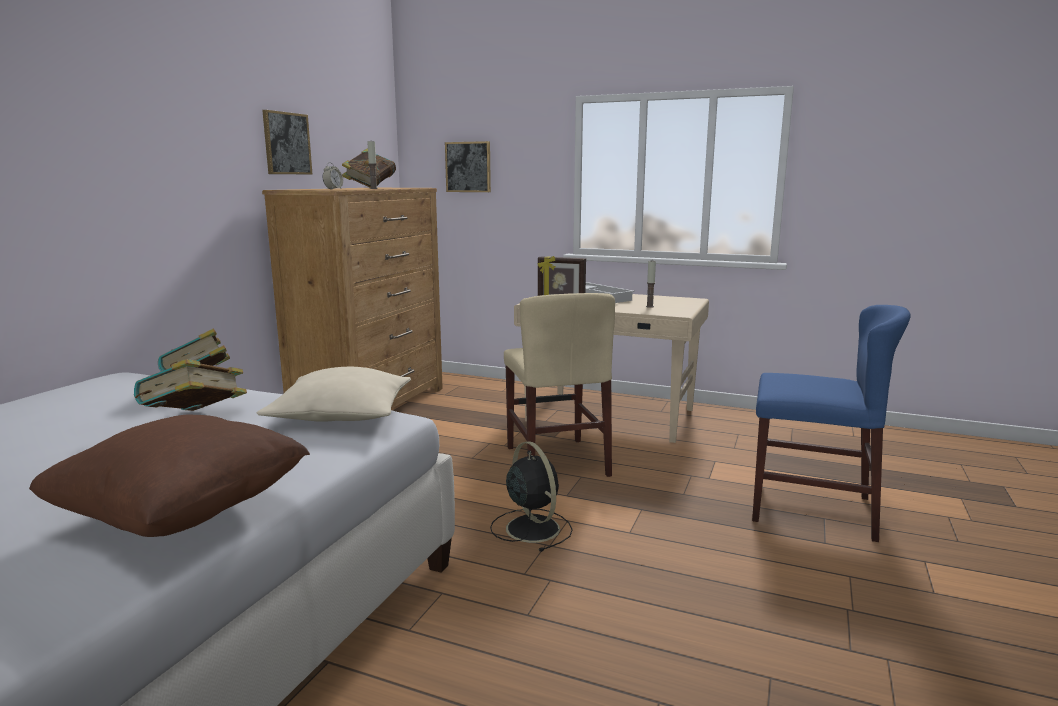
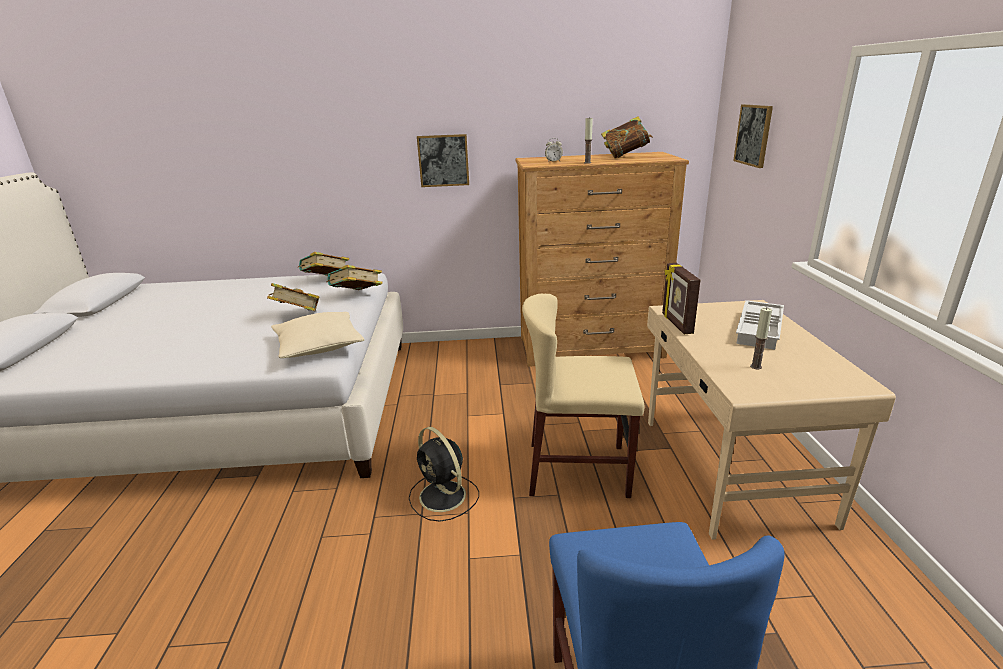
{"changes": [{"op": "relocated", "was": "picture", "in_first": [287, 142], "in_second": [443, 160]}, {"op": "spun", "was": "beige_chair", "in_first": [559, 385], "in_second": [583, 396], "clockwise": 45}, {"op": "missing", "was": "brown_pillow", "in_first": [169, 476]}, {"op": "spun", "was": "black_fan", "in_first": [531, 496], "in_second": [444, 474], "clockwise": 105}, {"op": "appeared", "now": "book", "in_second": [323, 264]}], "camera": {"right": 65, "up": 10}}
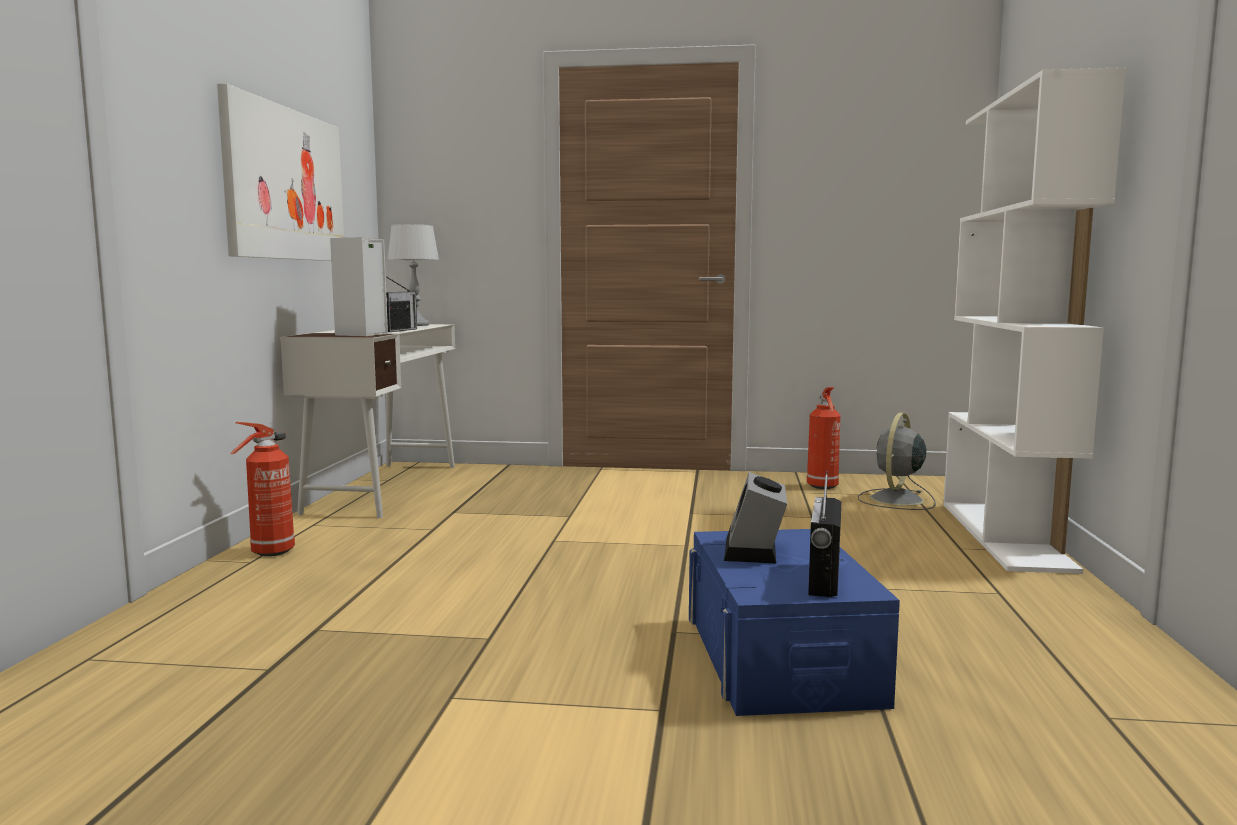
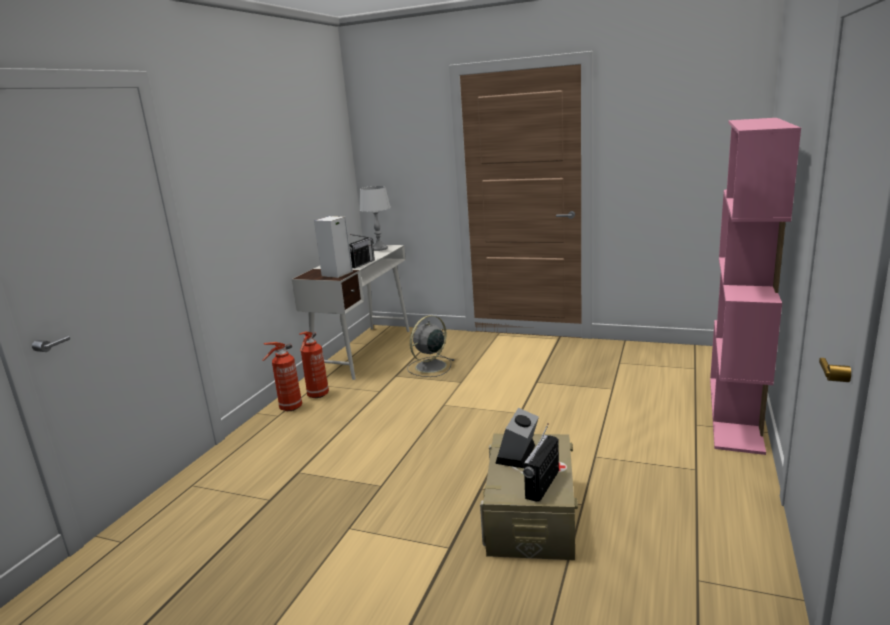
{"changes": [{"op": "colour", "was": "white_bookcase", "now": "pink_bookcase", "in_first": [1034, 320], "in_second": [755, 286]}, {"op": "missing", "was": "picture", "in_first": [280, 172]}, {"op": "relocated", "was": "fire_extinguisher", "in_first": [823, 438], "in_second": [314, 365]}, {"op": "relocated", "was": "grey_fan", "in_first": [897, 461], "in_second": [430, 346]}, {"op": "colour", "was": "blue_storage_box", "now": "beige_storage_box", "in_first": [794, 622], "in_second": [529, 497]}], "camera": {"right": 15, "up": 10}}
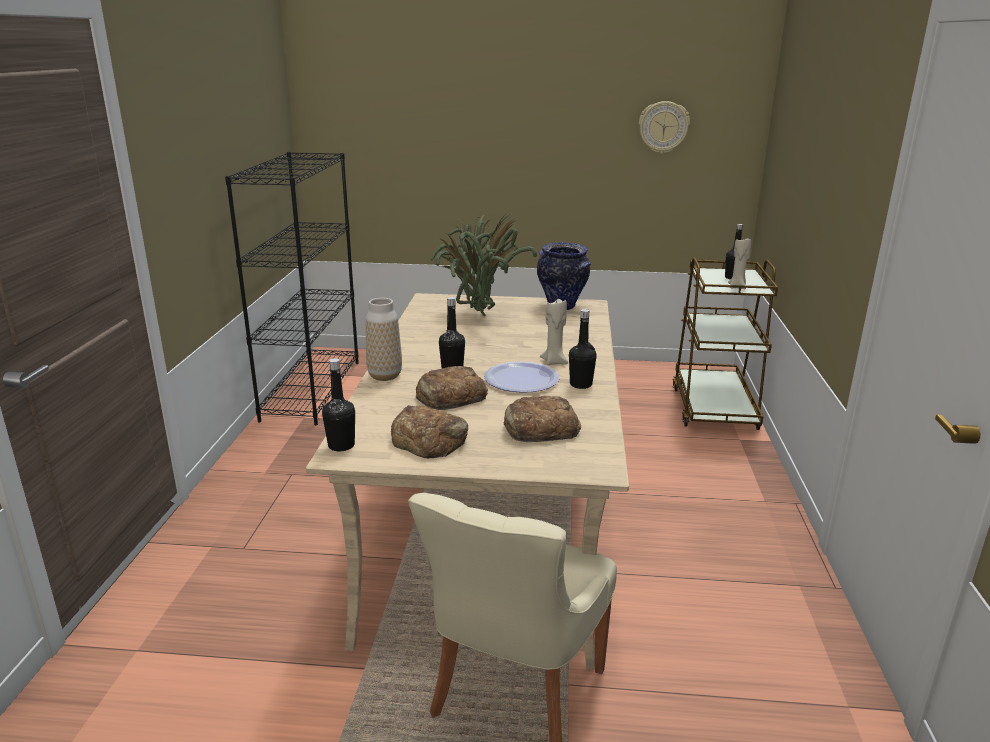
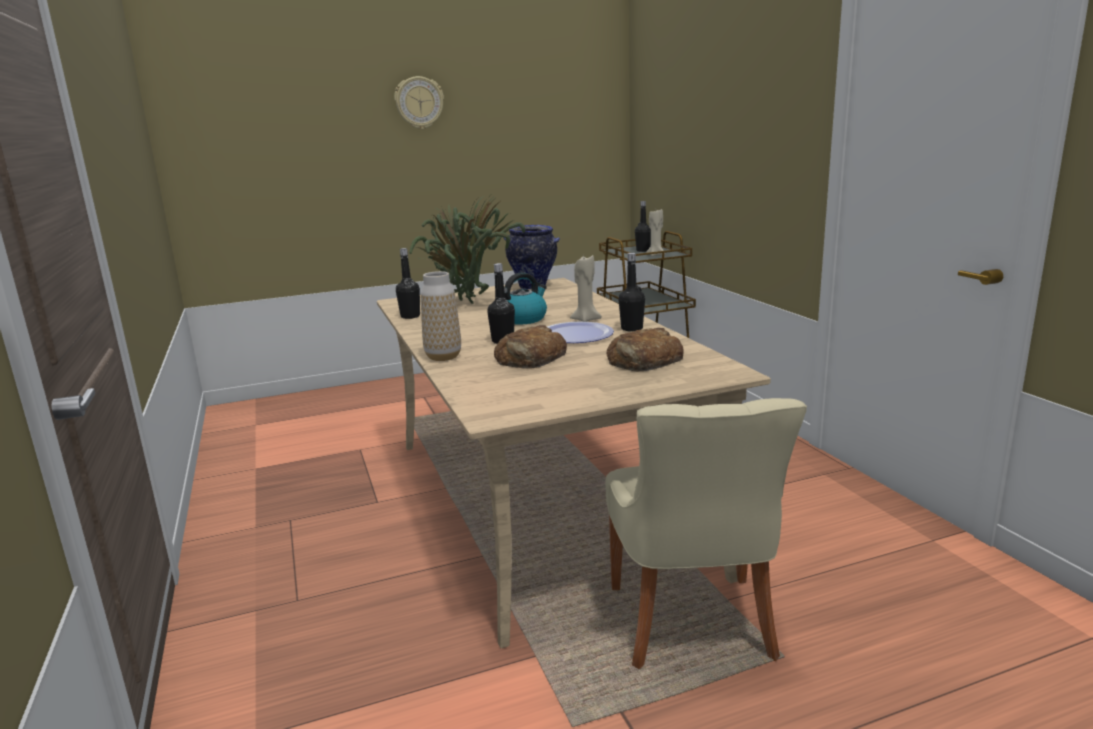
{"changes": [{"op": "relocated", "was": "wall_clock", "in_first": [664, 127], "in_second": [419, 102]}, {"op": "missing", "was": "black_bookcase", "in_first": [292, 288]}, {"op": "relocated", "was": "black_bottle", "in_first": [338, 404], "in_second": [408, 283]}, {"op": "missing", "was": "bread", "in_first": [429, 431]}, {"op": "appeared", "now": "kettle", "in_second": [525, 298]}], "camera": {"right": -25, "up": -5}}
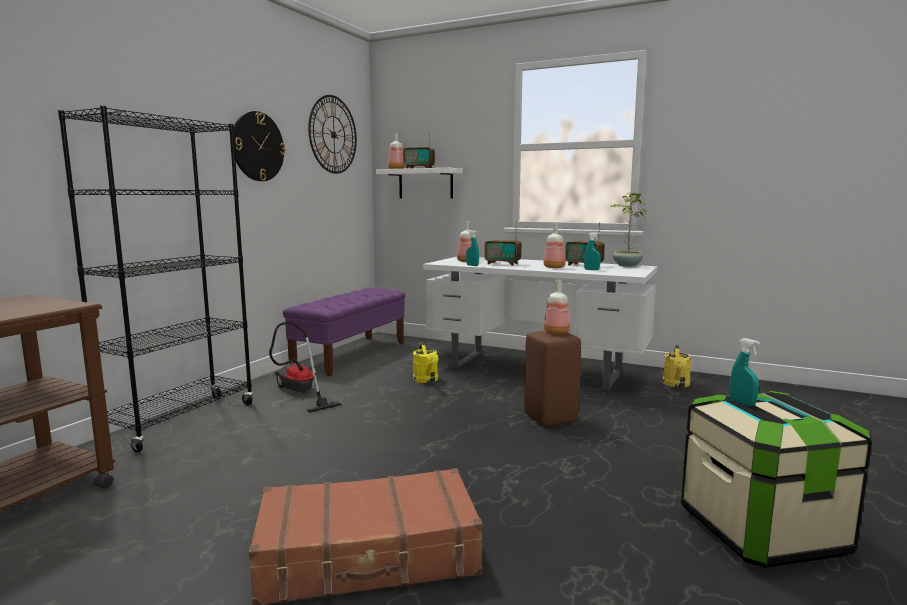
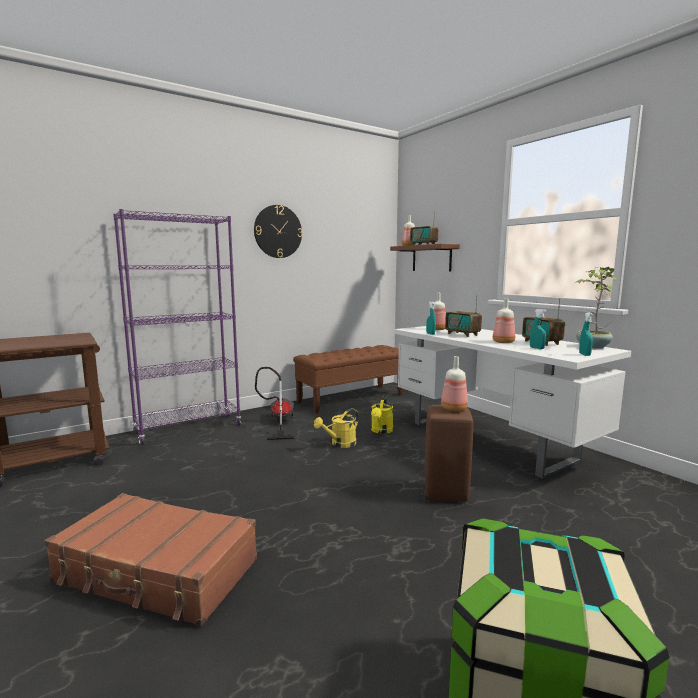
{"changes": [{"op": "missing", "was": "wall_clock", "in_first": [332, 134]}, {"op": "colour", "was": "black_bookcase", "now": "purple_bookcase", "in_first": [155, 279], "in_second": [177, 327]}, {"op": "colour", "was": "white_shelf", "now": "brown_shelf", "in_first": [419, 183], "in_second": [425, 258]}, {"op": "colour", "was": "purple_bench", "now": "brown_bench", "in_first": [344, 332], "in_second": [348, 379]}, {"op": "relocated", "was": "turquoise_spray_bottle", "in_first": [745, 372], "in_second": [586, 334]}, {"op": "relocated", "was": "yellow_watering_can", "in_first": [677, 366], "in_second": [336, 428]}], "camera": {"right": 30, "up": 0}}
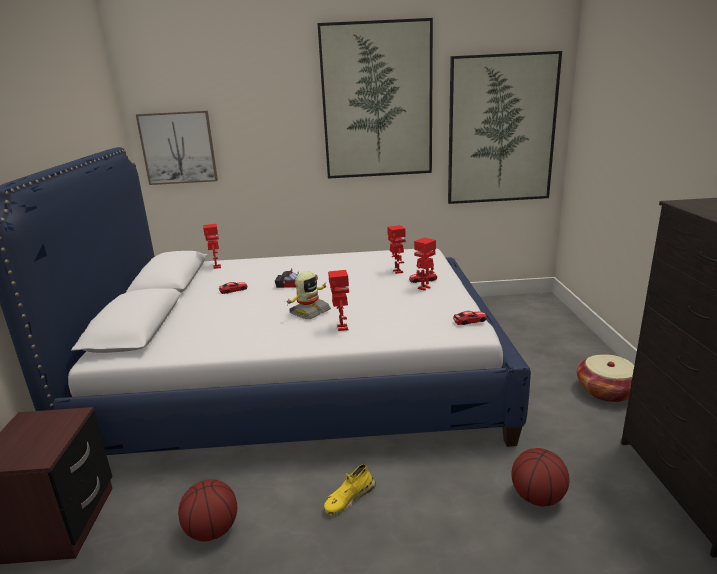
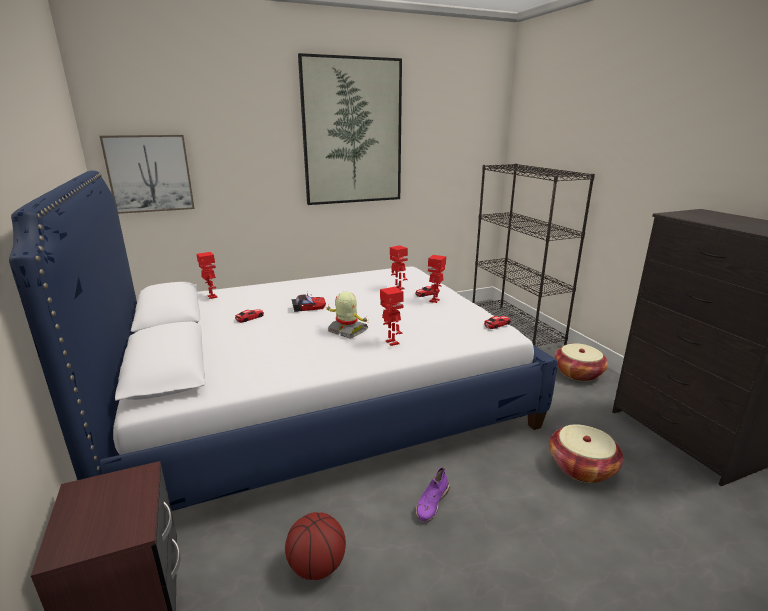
{"changes": [{"op": "missing", "was": "picture", "in_first": [505, 127]}, {"op": "spun", "was": "toy_robot", "in_first": [308, 295], "in_second": [347, 315], "clockwise": -75}, {"op": "exchanged", "was": "basketball", "now": "basket", "in_first": [540, 477], "in_second": [586, 453]}, {"op": "colour", "was": "yellow_shoe", "now": "purple_shoe", "in_first": [350, 489], "in_second": [432, 495]}, {"op": "appeared", "now": "black_bookcase", "in_second": [534, 255]}], "camera": {"right": -20, "up": 0}}
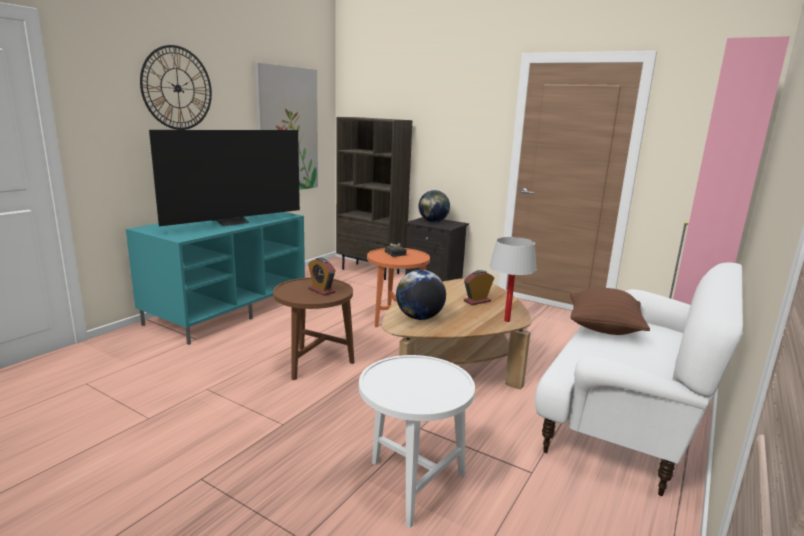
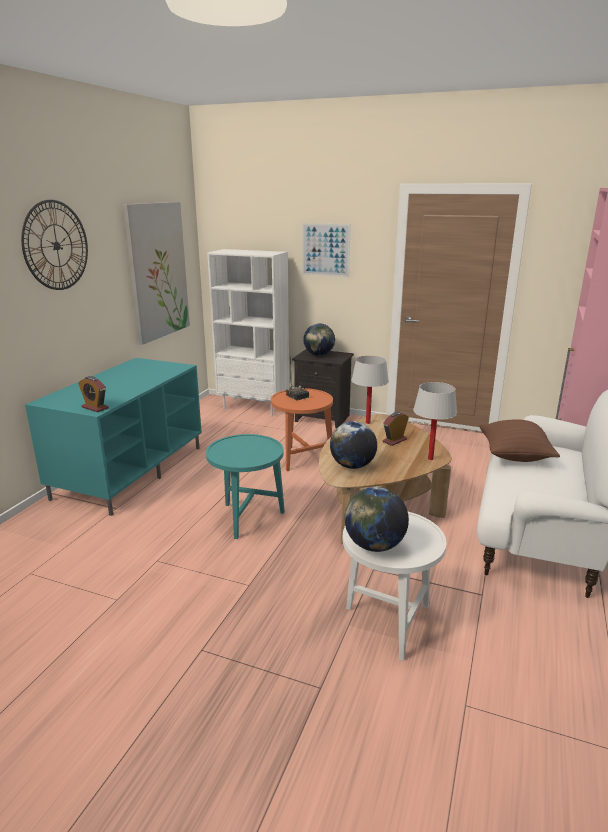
{"changes": [{"op": "colour", "was": "brown_bookcase", "now": "white_bookcase", "in_first": [374, 198], "in_second": [248, 332]}, {"op": "missing", "was": "television", "in_first": [224, 178]}, {"op": "relocated", "was": "alarm_clock", "in_first": [322, 277], "in_second": [93, 394]}, {"op": "colour", "was": "brown_side_table", "now": "turquoise_side_table", "in_first": [314, 328], "in_second": [245, 486]}, {"op": "appeared", "now": "picture", "in_second": [326, 250]}, {"op": "appeared", "now": "white_table_lamp", "in_second": [370, 390]}, {"op": "appeared", "now": "globe", "in_second": [376, 519]}], "camera": {"right": -10, "up": 5}}
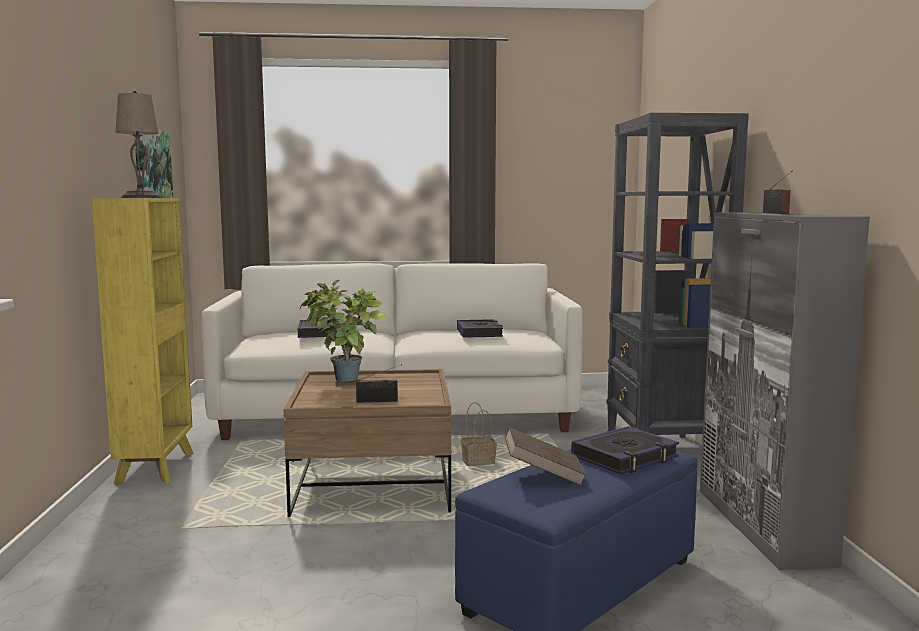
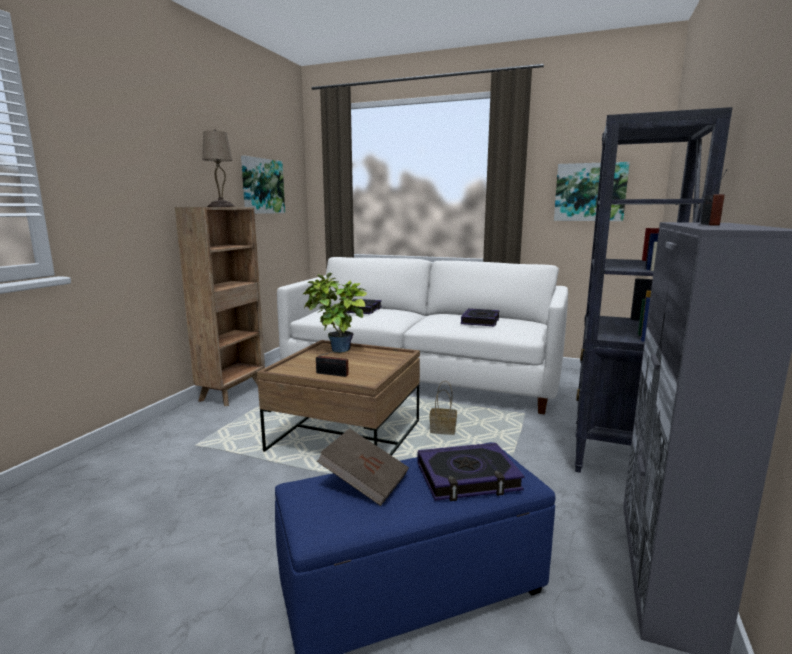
{"changes": [{"op": "colour", "was": "yellow_bookcase", "now": "brown_bookcase", "in_first": [143, 341], "in_second": [220, 306]}, {"op": "appeared", "now": "picture", "in_second": [592, 191]}], "camera": {"right": 25, "up": 5}}
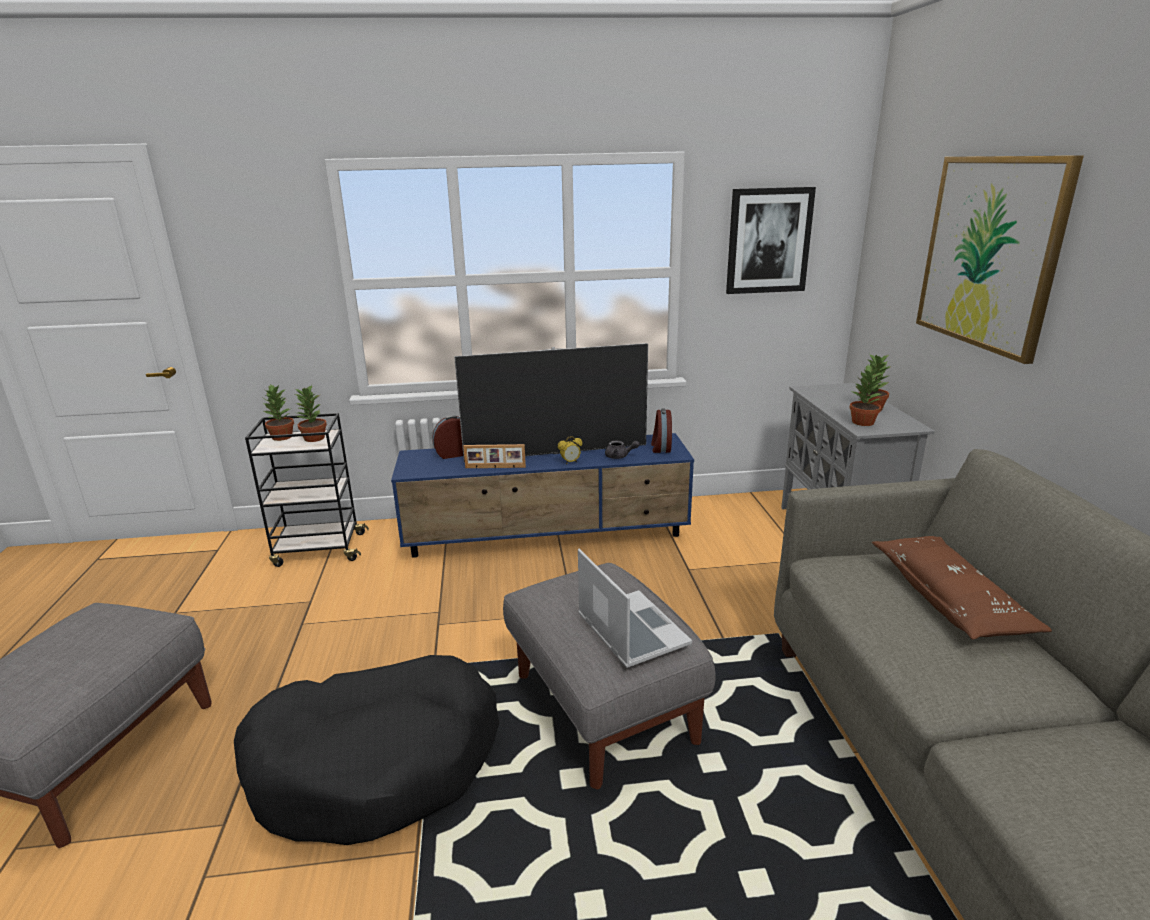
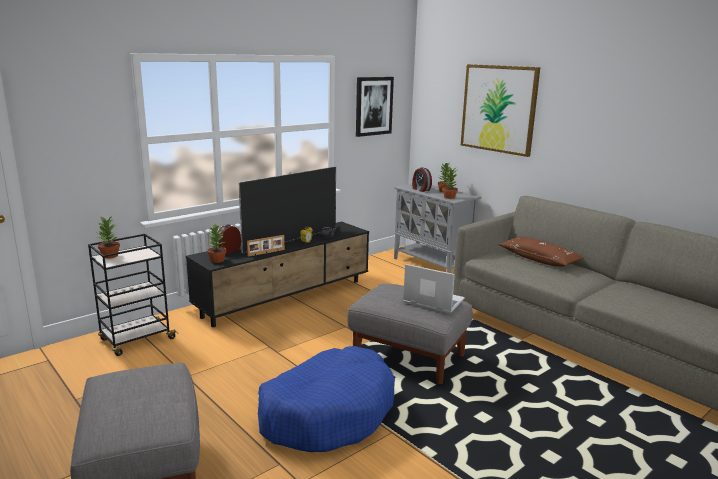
{"changes": [{"op": "relocated", "was": "potted_plant", "in_first": [311, 413], "in_second": [216, 243]}, {"op": "relocated", "was": "alarm_clock", "in_first": [661, 430], "in_second": [422, 179]}, {"op": "colour", "was": "blue_tv_stand", "now": "black_tv_stand", "in_first": [542, 495], "in_second": [277, 274]}, {"op": "colour", "was": "black_dog_bed", "now": "blue_dog_bed", "in_first": [366, 750], "in_second": [326, 399]}], "camera": {"right": -35, "up": -5}}
